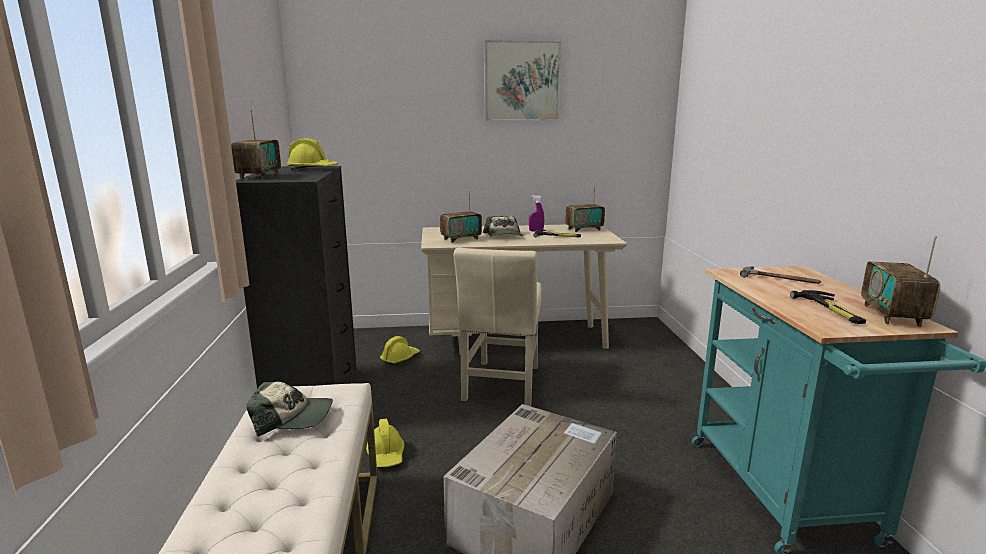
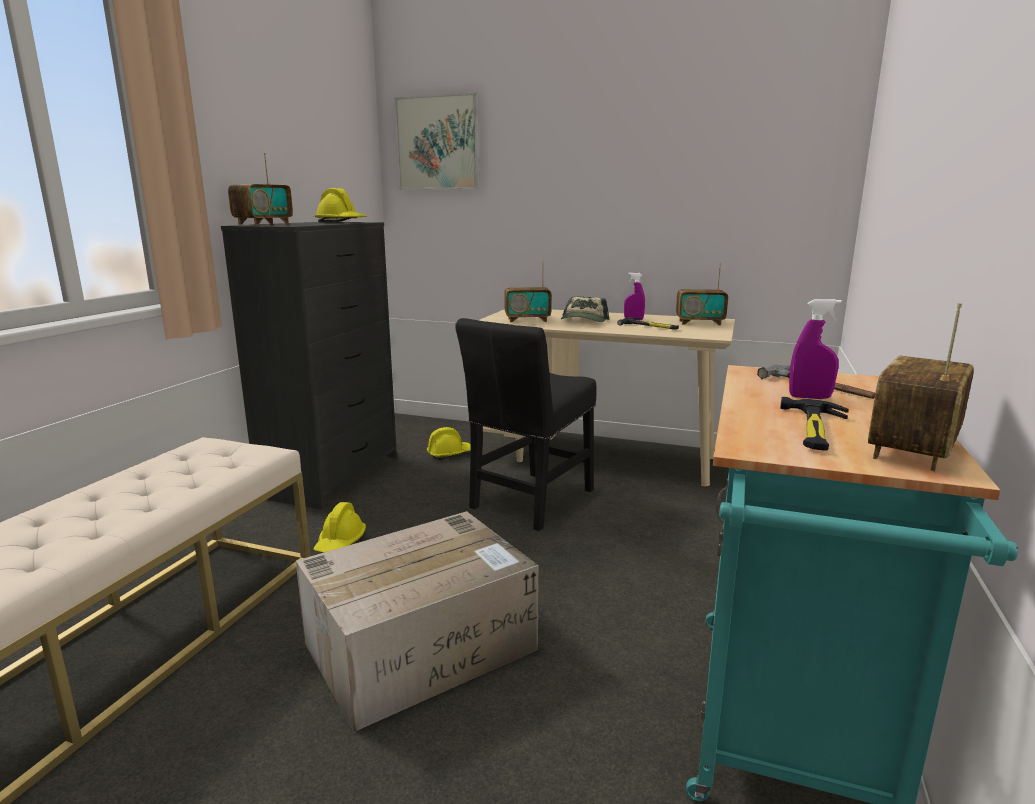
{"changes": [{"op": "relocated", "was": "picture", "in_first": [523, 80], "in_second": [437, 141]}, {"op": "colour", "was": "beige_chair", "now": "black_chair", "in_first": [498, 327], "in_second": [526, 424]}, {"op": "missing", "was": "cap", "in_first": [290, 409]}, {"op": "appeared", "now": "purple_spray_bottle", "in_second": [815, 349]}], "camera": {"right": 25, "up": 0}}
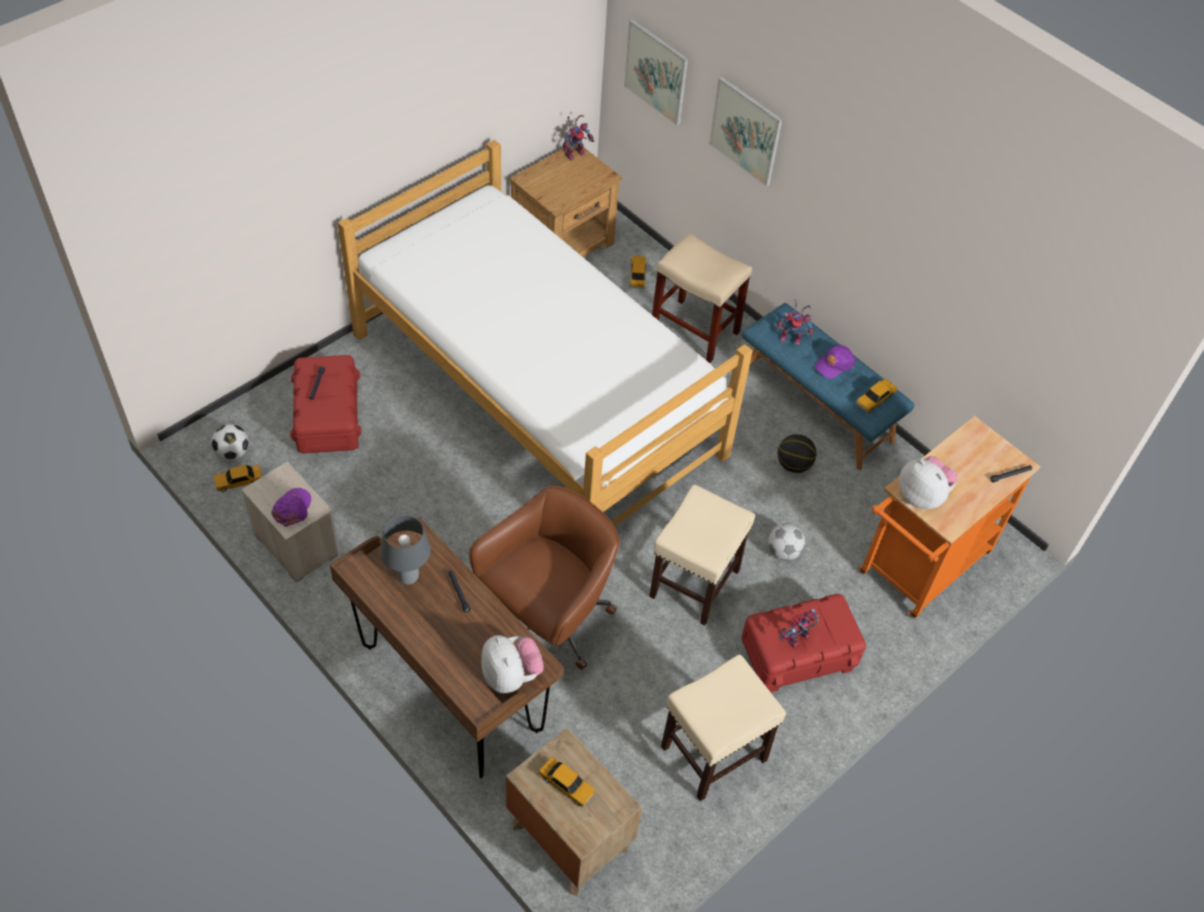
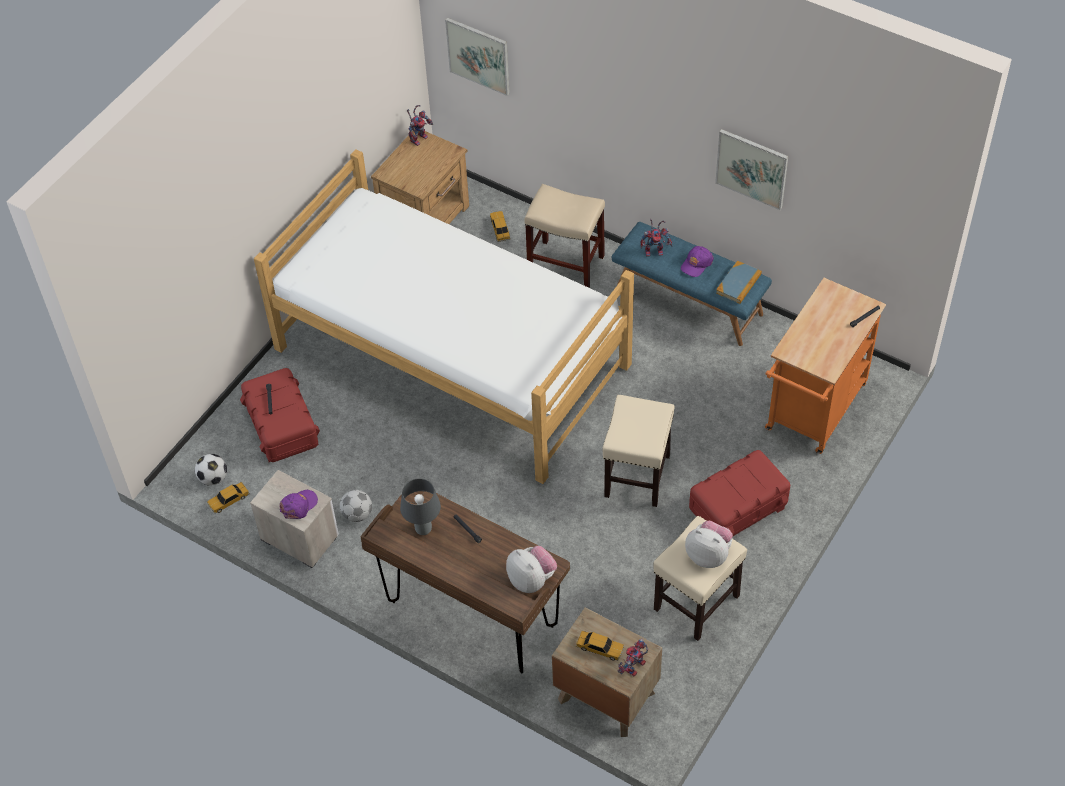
{"changes": [{"op": "relocated", "was": "picture", "in_first": [746, 131], "in_second": [751, 169]}, {"op": "exchanged", "was": "toy_car", "now": "book", "in_first": [876, 395], "in_second": [739, 282]}, {"op": "missing", "was": "basketball", "in_first": [797, 453]}, {"op": "relocated", "was": "plush_toy", "in_first": [928, 482], "in_second": [709, 544]}, {"op": "missing", "was": "brown_office_chair", "in_first": [544, 578]}, {"op": "spun", "was": "purple_cap", "in_first": [291, 507], "in_second": [299, 504], "clockwise": 45}, {"op": "relocated", "was": "football", "in_first": [786, 542], "in_second": [356, 506]}, {"op": "relocated", "was": "toy_robot", "in_first": [798, 628], "in_second": [633, 657]}], "camera": {"right": -10, "up": 0}}
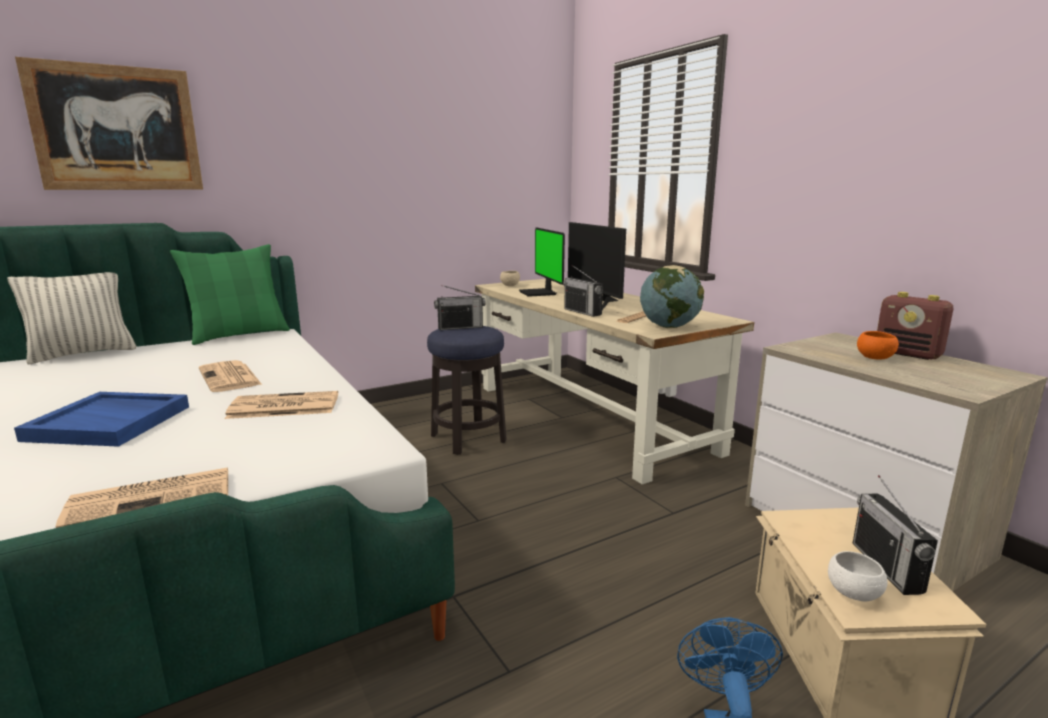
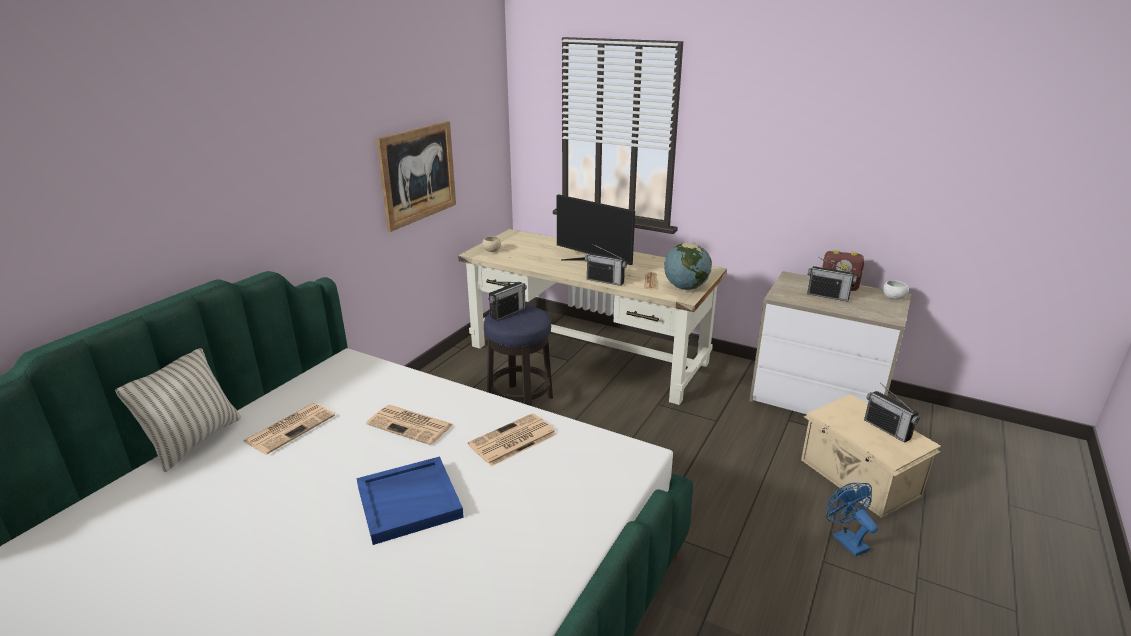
{"changes": [{"op": "relocated", "was": "picture", "in_first": [109, 123], "in_second": [416, 176]}, {"op": "missing", "was": "monitor", "in_first": [542, 262]}, {"op": "missing", "was": "green_pillow", "in_first": [230, 294]}, {"op": "exchanged", "was": "orange_bowl", "now": "radio", "in_first": [878, 345], "in_second": [832, 279]}, {"op": "relocated", "was": "newspaper", "in_first": [142, 498], "in_second": [289, 429]}, {"op": "relocated", "was": "white_bowl", "in_first": [857, 576], "in_second": [896, 289]}], "camera": {"right": -30, "up": 10}}
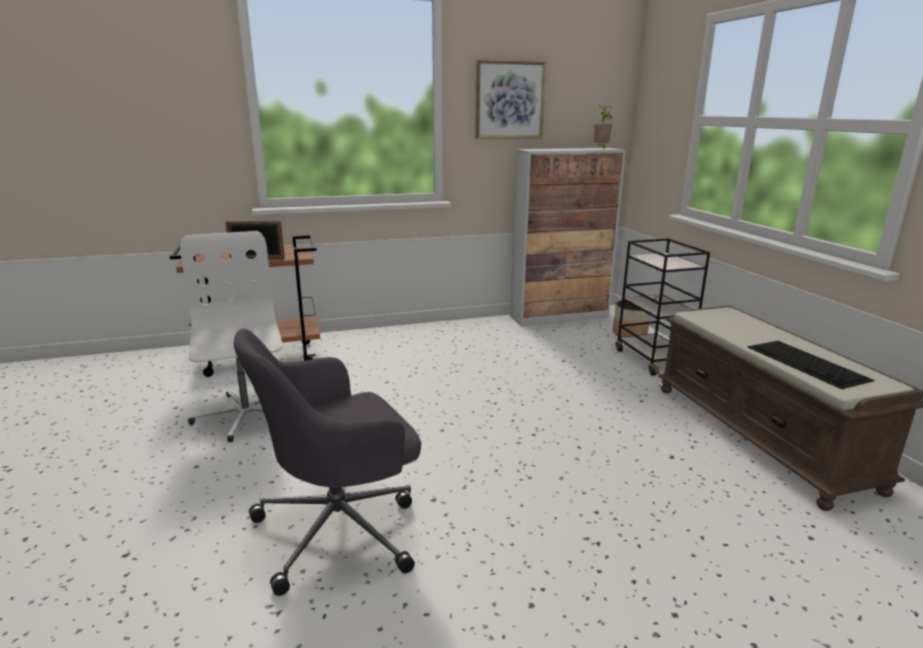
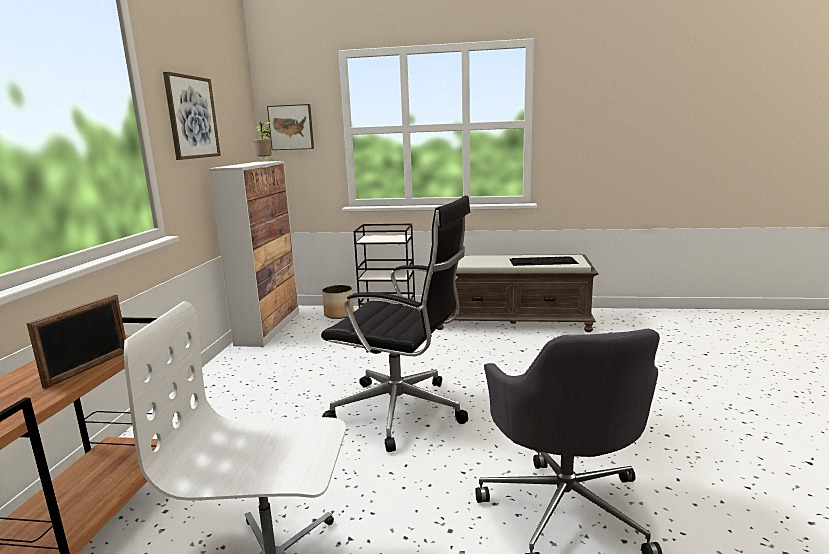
{"changes": [{"op": "appeared", "now": "picture", "in_second": [290, 127]}, {"op": "appeared", "now": "black_office_chair", "in_second": [395, 323]}], "camera": {"right": -65, "up": -5}}
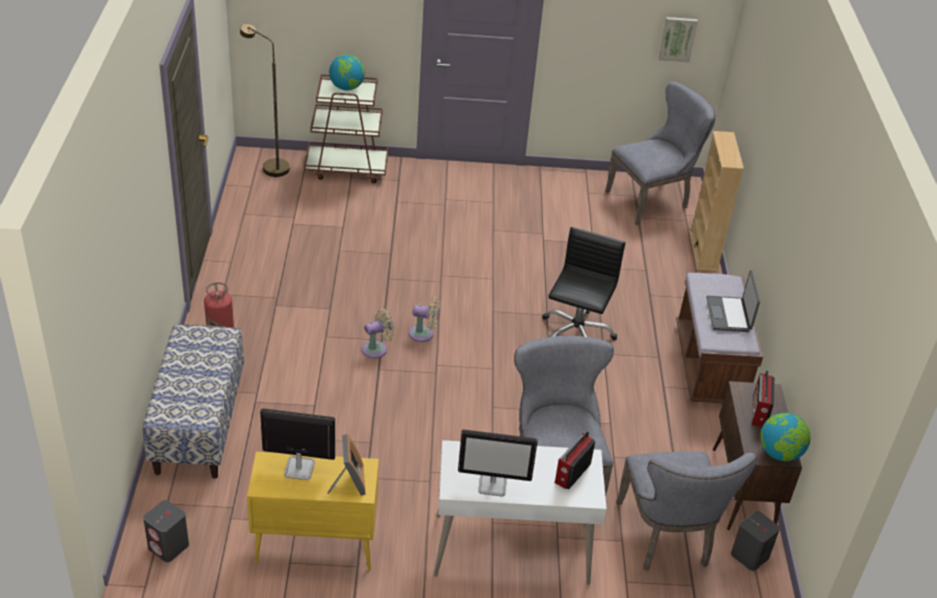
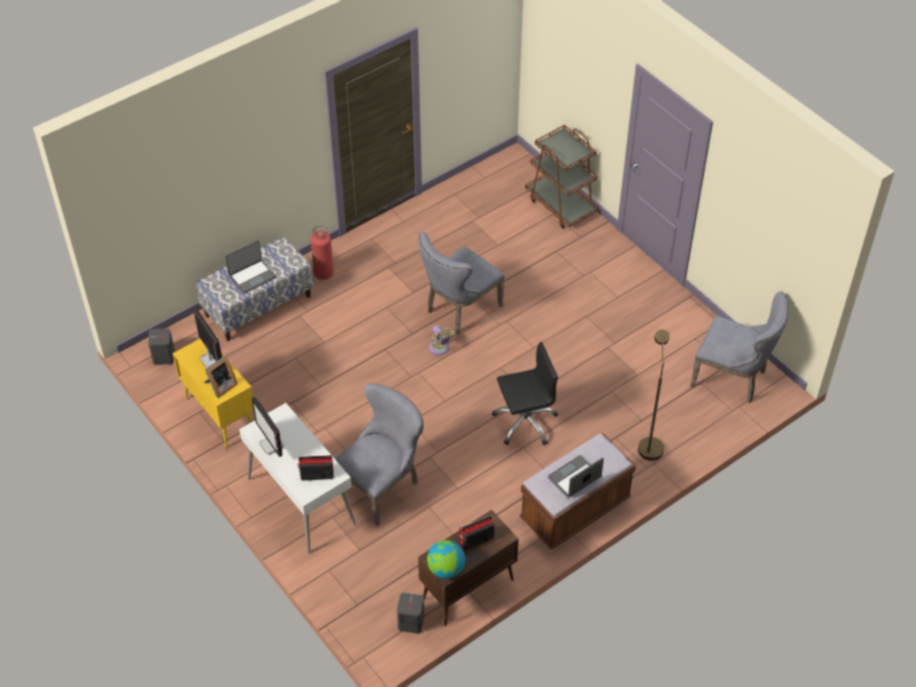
{"changes": [{"op": "missing", "was": "picture", "in_first": [678, 39]}, {"op": "relocated", "was": "brown_floor_lamp", "in_first": [265, 100], "in_second": [654, 395]}, {"op": "missing", "was": "globe", "in_first": [347, 72]}, {"op": "missing", "was": "beige_bookcase", "in_first": [716, 201]}, {"op": "missing", "was": "beige_fan", "in_first": [378, 333]}, {"op": "relocated", "was": "grey_chair", "in_first": [686, 511], "in_second": [462, 283]}, {"op": "appeared", "now": "laptop", "in_second": [250, 267]}], "camera": {"right": 55, "up": 10}}
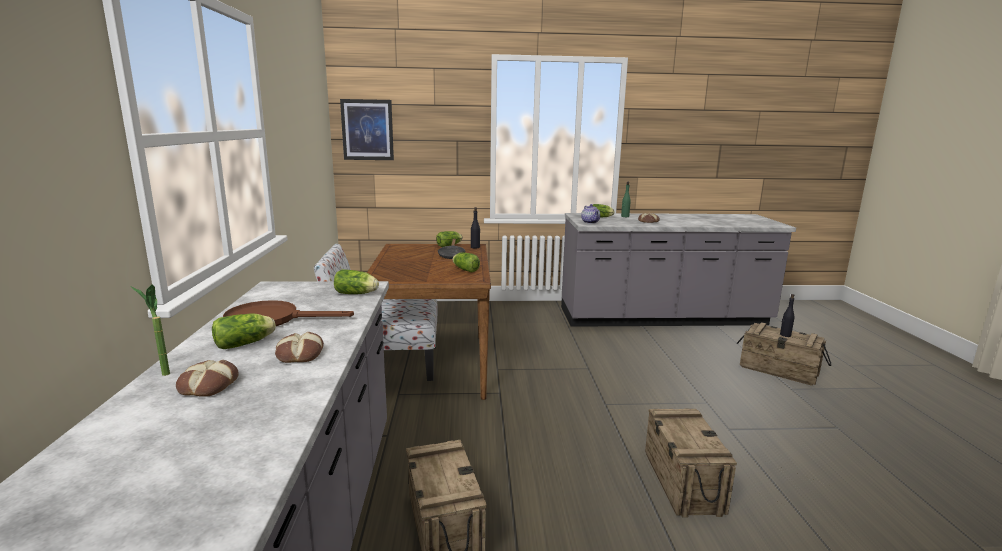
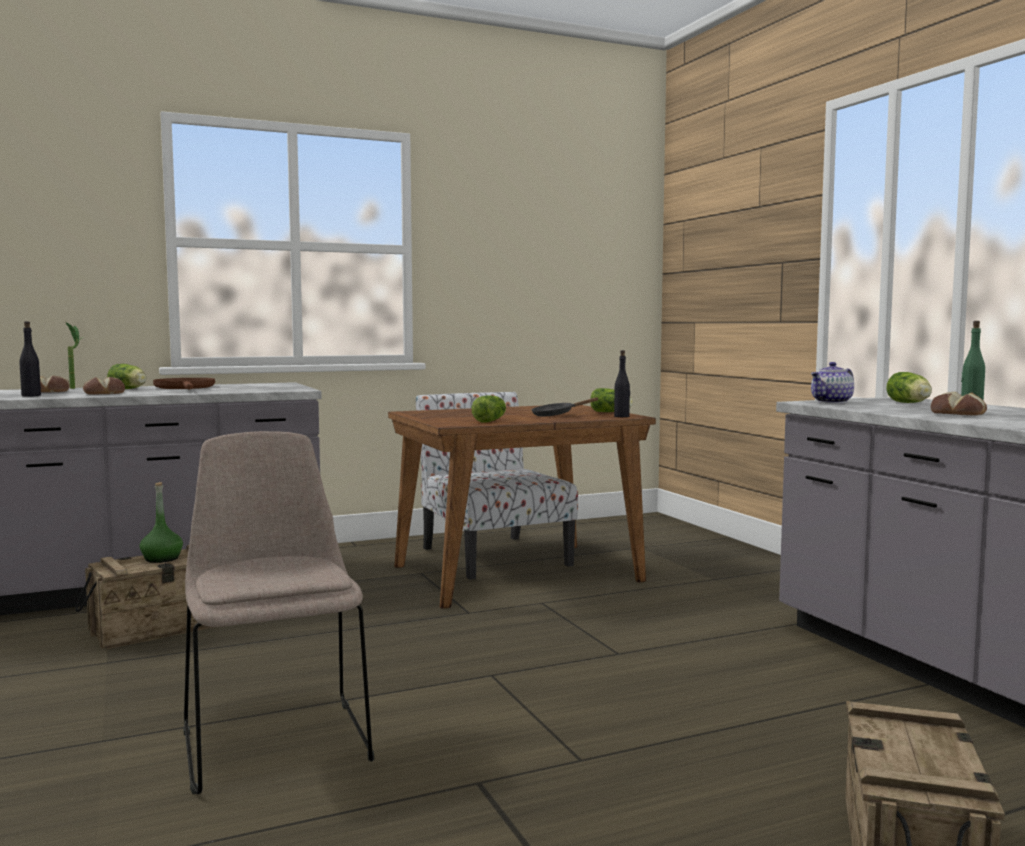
{"changes": [{"op": "missing", "was": "picture", "in_first": [367, 129]}, {"op": "missing", "was": "lettuce", "in_first": [356, 281]}, {"op": "relocated", "was": "black_bottle", "in_first": [787, 315], "in_second": [30, 359]}, {"op": "exchanged", "was": "crate", "now": "beige_chair", "in_first": [691, 463], "in_second": [278, 612]}, {"op": "appeared", "now": "green_bottle", "in_second": [161, 522]}], "camera": {"right": 70, "up": -10}}
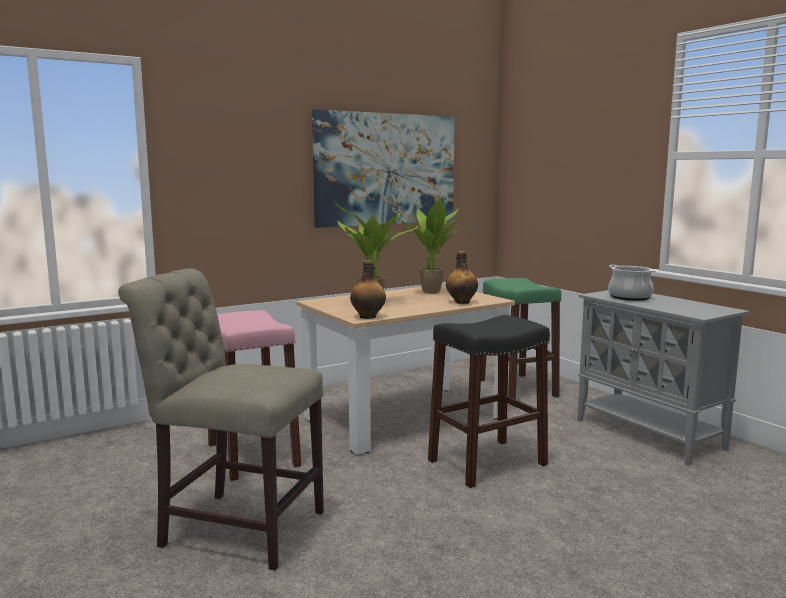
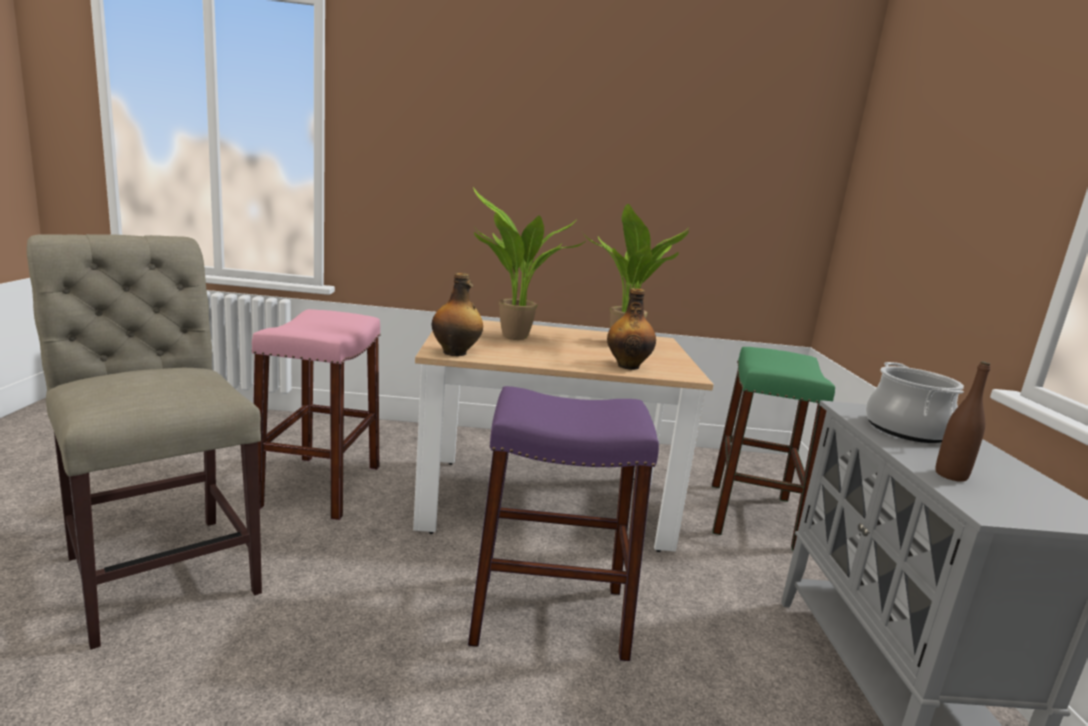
{"changes": [{"op": "missing", "was": "picture", "in_first": [383, 169]}, {"op": "colour", "was": "black_stool", "now": "purple_stool", "in_first": [489, 401], "in_second": [563, 523]}, {"op": "appeared", "now": "brown_bottle", "in_second": [962, 421]}], "camera": {"right": 30, "up": 5}}
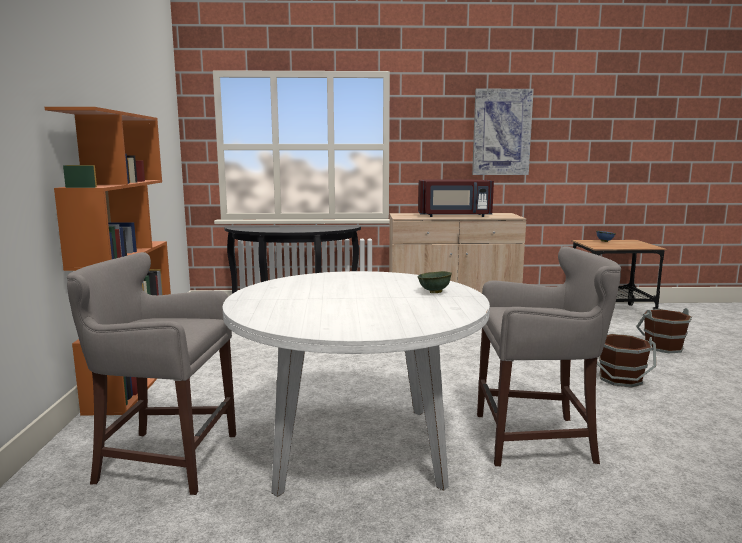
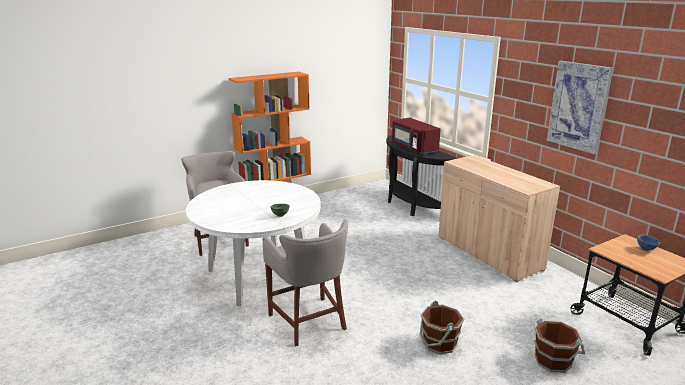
{"changes": [{"op": "relocated", "was": "red_microwave", "in_first": [456, 198], "in_second": [416, 136]}], "camera": {"right": 60, "up": 10}}
